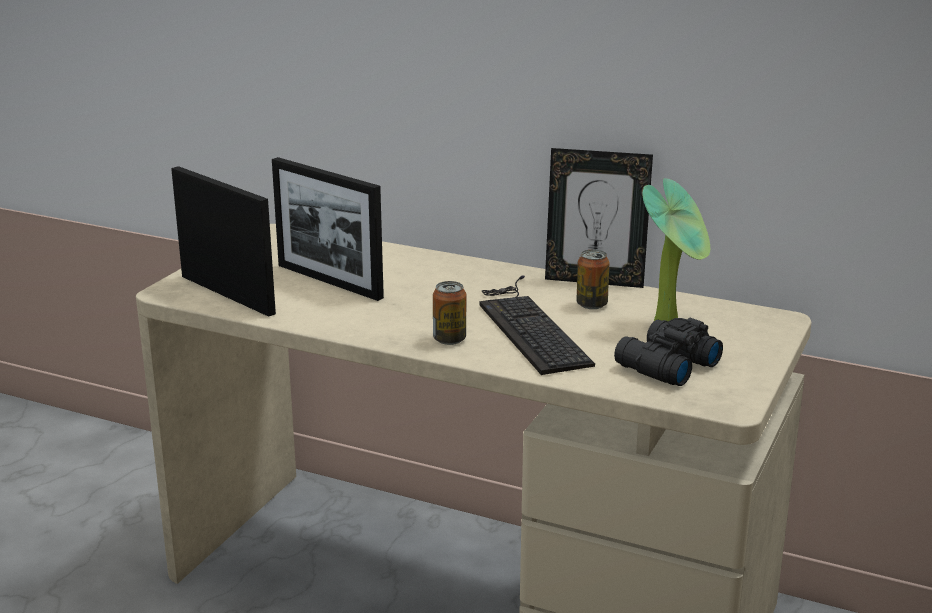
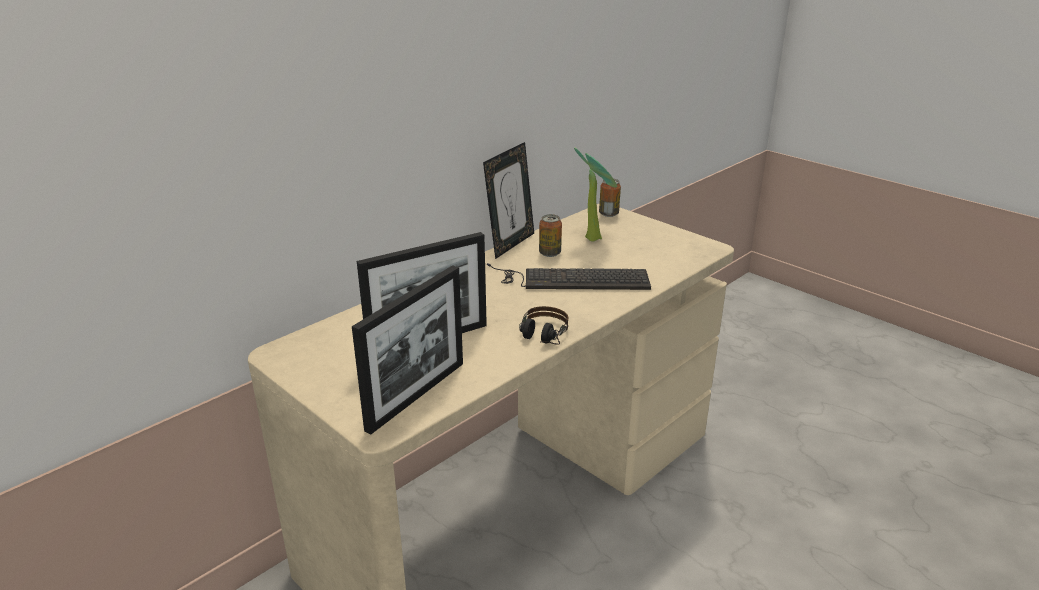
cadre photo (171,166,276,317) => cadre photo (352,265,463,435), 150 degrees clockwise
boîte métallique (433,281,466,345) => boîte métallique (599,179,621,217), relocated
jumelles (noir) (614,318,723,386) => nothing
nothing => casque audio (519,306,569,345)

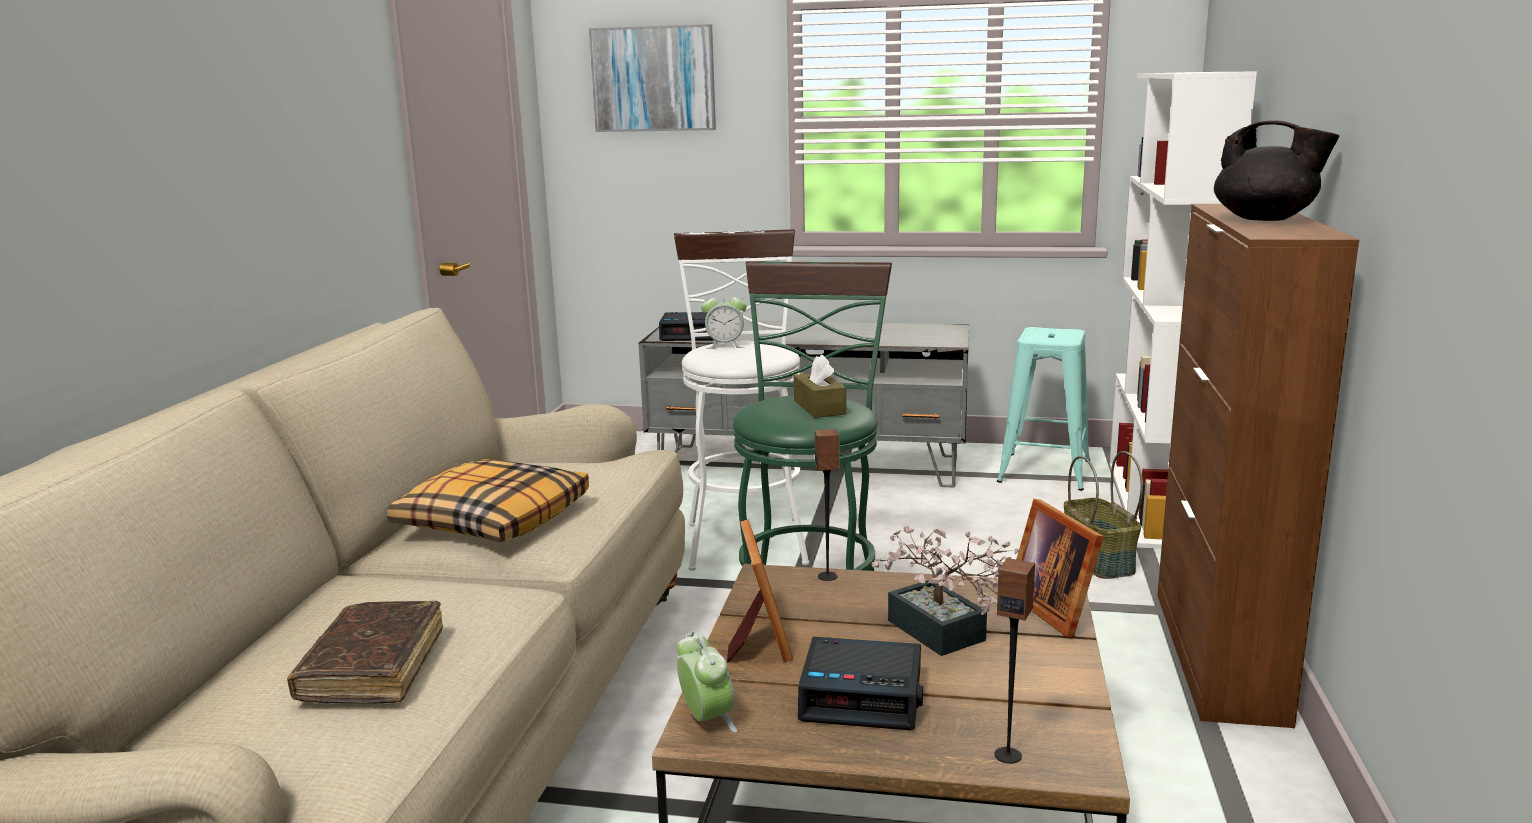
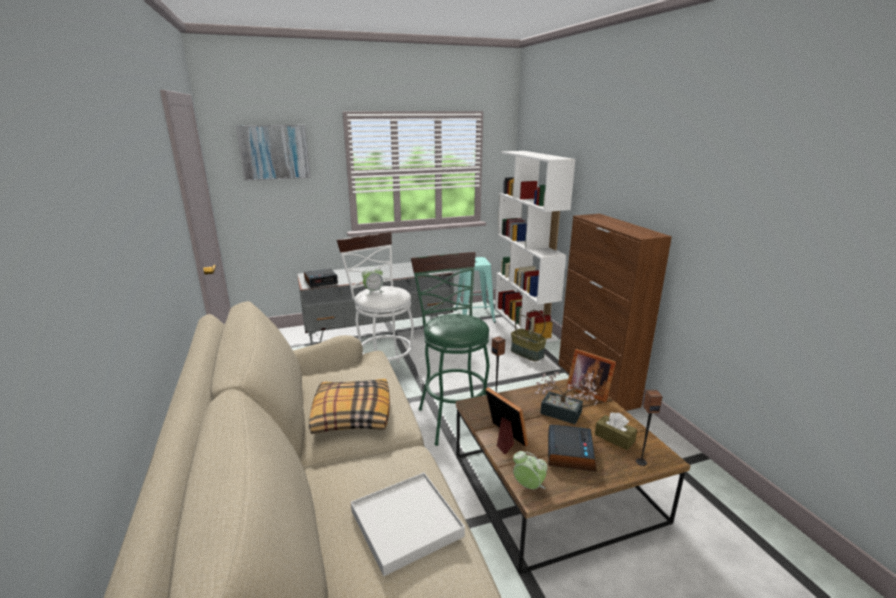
livre (marron) (287,601,443,704) => plateau (blanc) (351,473,465,576)
boîte à mouchoirs (marron) (794,354,846,418) => boîte à mouchoirs (marron) (595,413,637,450), relocated
réveil (798,637,923,730) => réveil (548,424,597,472), 60 degrees counterclockwise
théière (noir) (1214,120,1340,221) => nothing

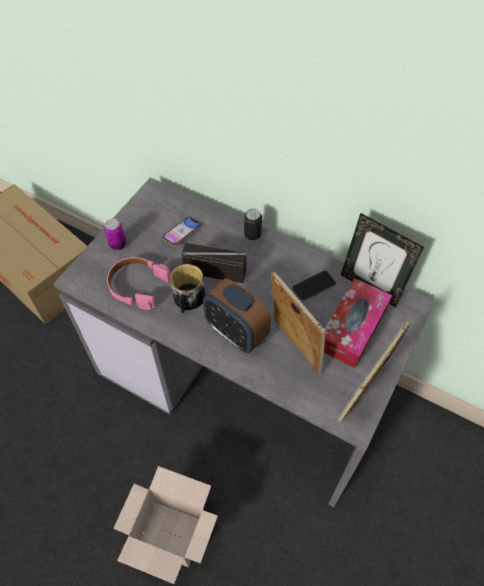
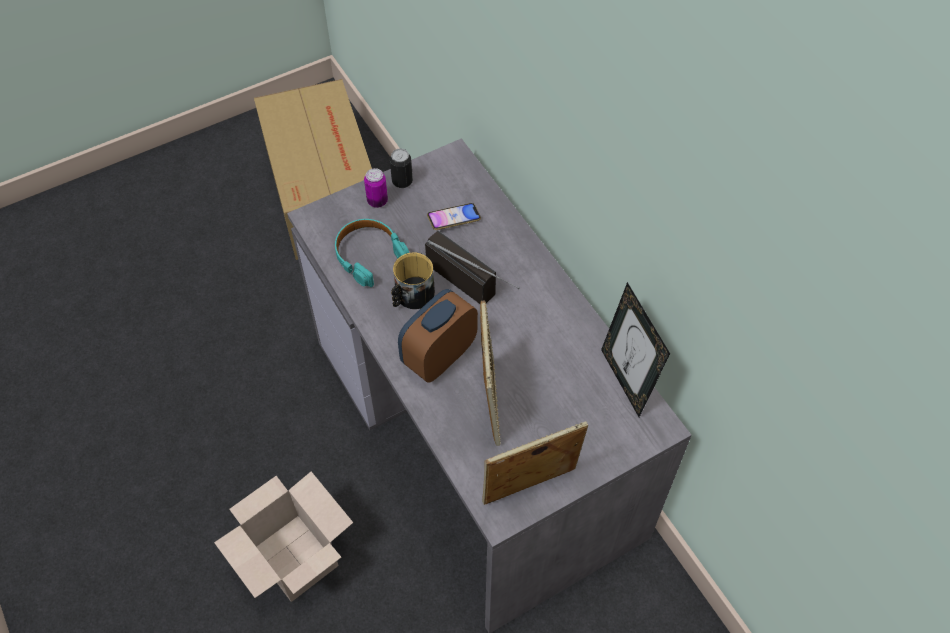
casque audio (rose) (107,257,171,310) => casque audio (turquoise) (335,219,409,287)
réveil (203,278,271,353) => réveil (398,289,478,382), 60 degrees clockwise
boîte métallique (244,208,262,240) => boîte métallique (390,149,413,188), relocated
téléphone (292,270,337,302) => nothing
boîte à mouchoirs (324,278,392,368) => nothing

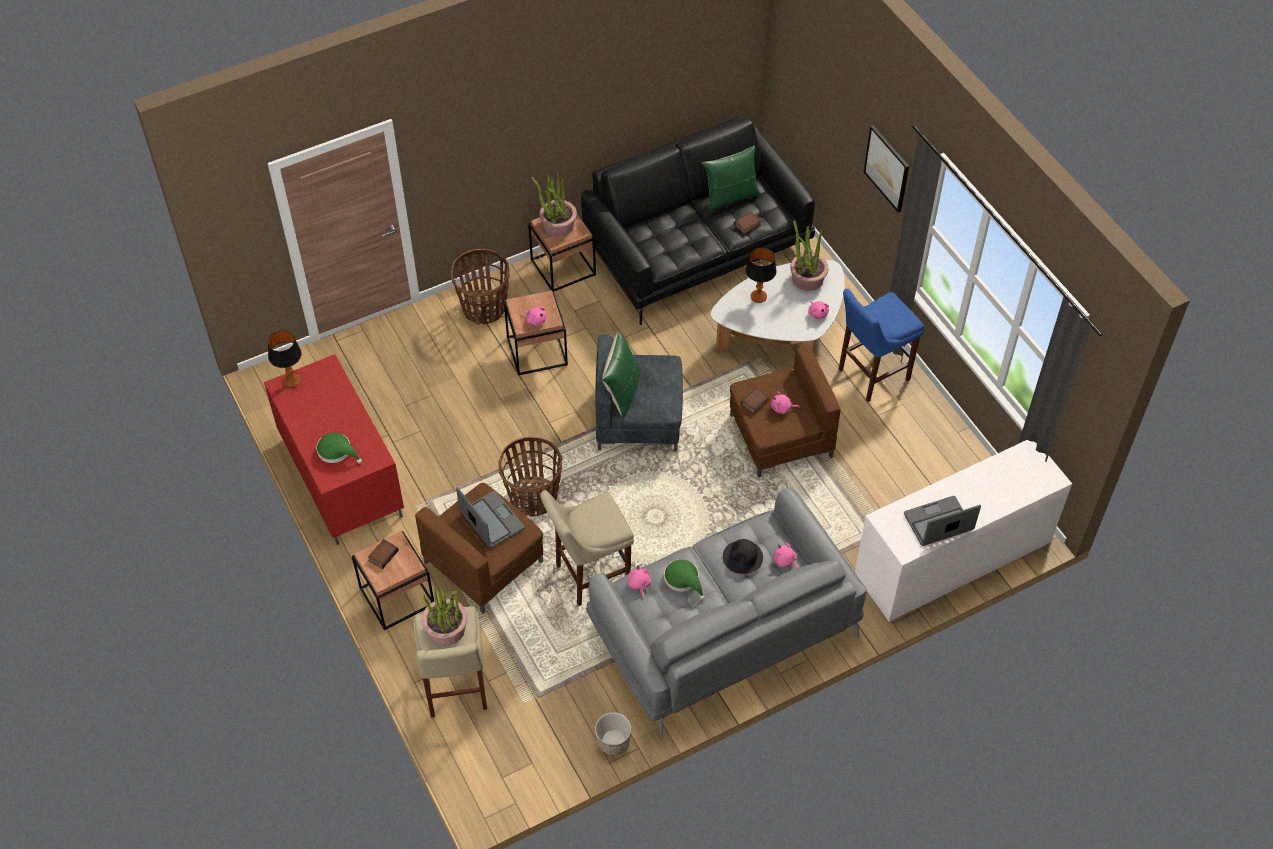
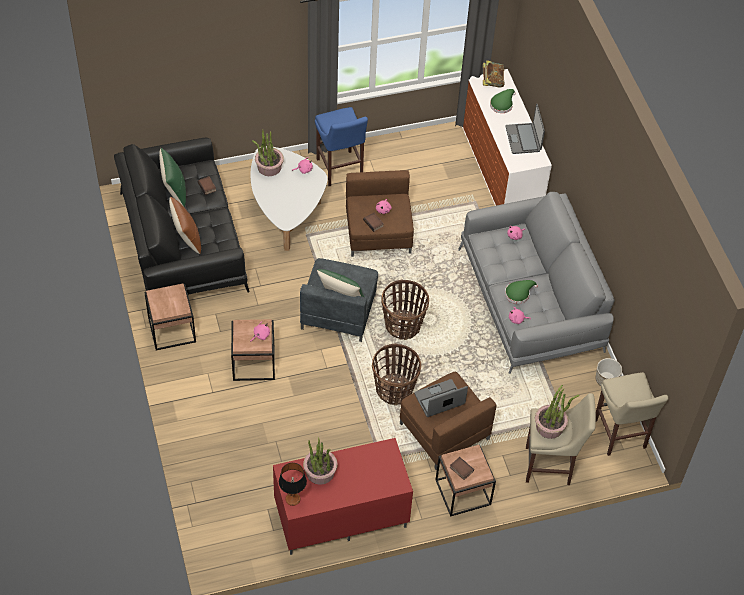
chapeau (vert) (316,432,362,464) => chapeau (vert) (490,89,516,113), relocated
panier (451,249,509,325) => panier (381,279,429,340), relocated
plante en pot (531,173,577,237) => plante en pot (303,437,338,485), relocated
tabouret (beige) (540,490,634,606) => tabouret (beige) (596,372,668,456), relocated
chapeau (noir) (723,539,763,574) => nothing
lampe de table (746,247,777,303) => nothing
tableau (864,125,909,213) => nothing
nothing => coussin (marron) (169,197,201,254)
nothing => livre (483,60,504,88)

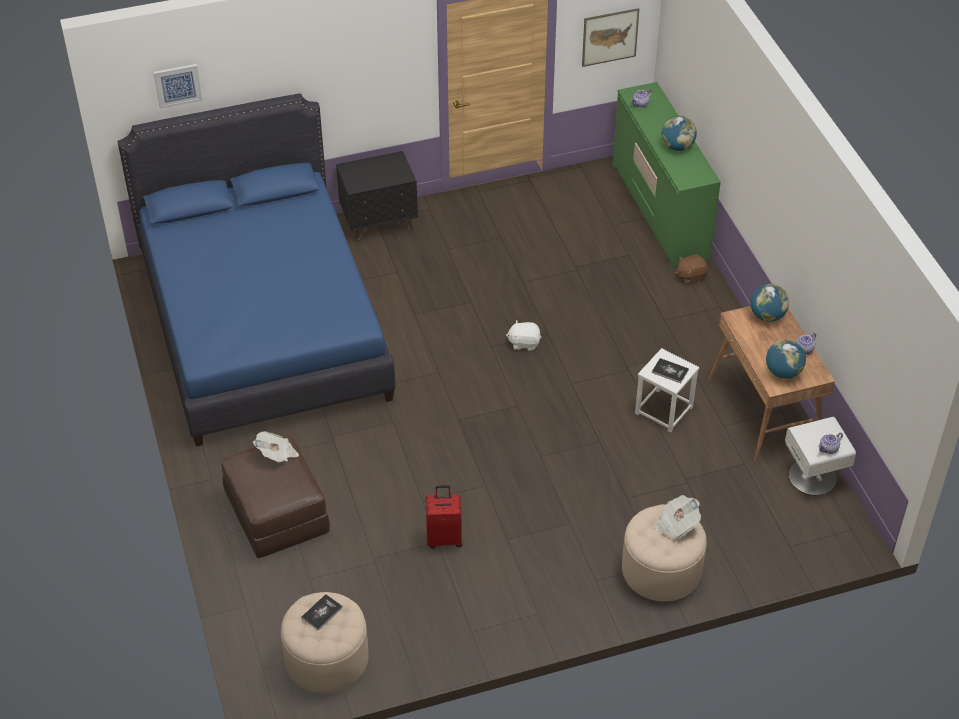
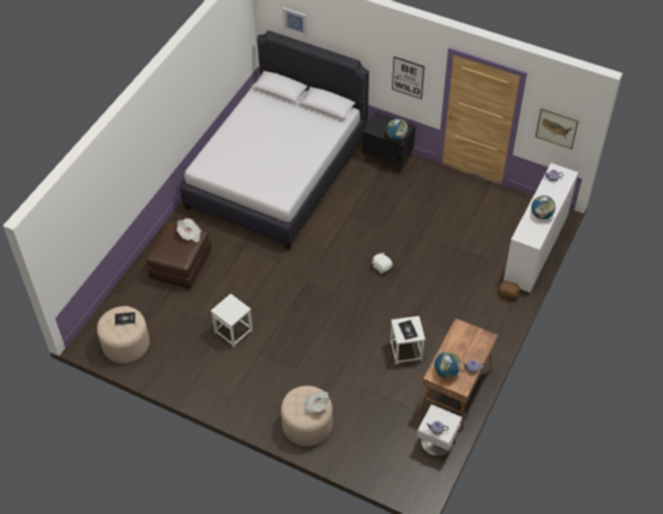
lit (bleu) (118,93,395,447) => lit (blanc) (180,30,369,250)
valise (rouge) (426,485,462,548) => tabouret (blanc) (211,294,253,347)
commode (vert) (613,82,721,268) => commode (blanc) (503,163,578,293)
globe (750,284,789,322) => globe (387,118,408,140), relocated
nothing => tableau (392,57,425,99)

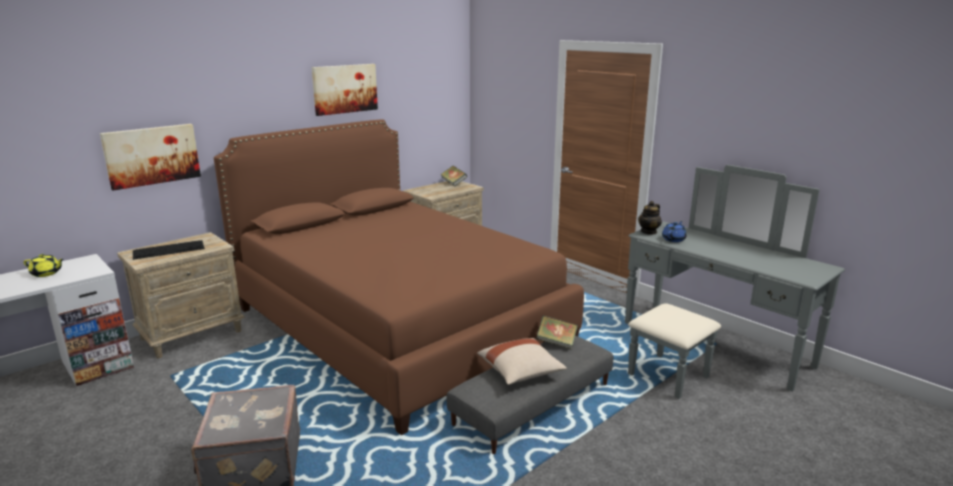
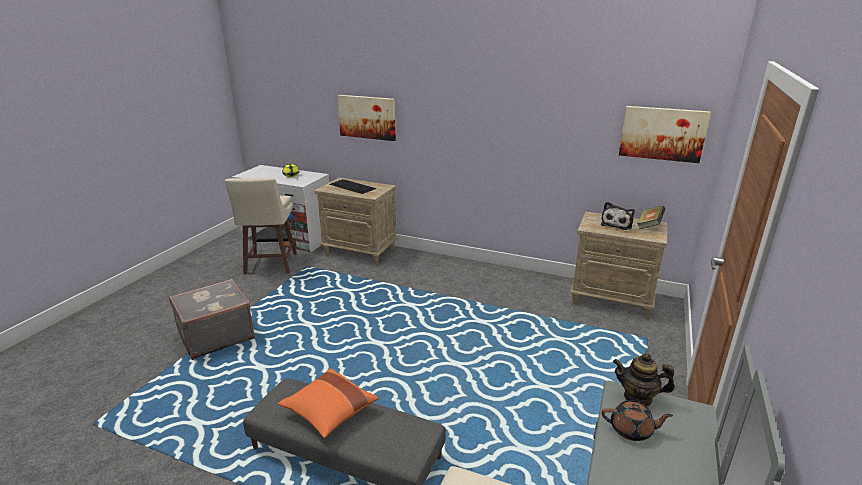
lit (marron) (214,120,584,435) => nothing
tableau (312,64,378,116) => tableau (619,106,711,163), relocated
coussin (beige) (477,338,567,385) => coussin (orange) (278,368,378,438)
livre (536,315,578,349) => nothing
théière (bleu) (662,221,687,242) => théière (marron) (601,400,673,441)
nothing => tabouret (beige) (225,178,297,275)
nothing => peluche (601,202,635,230)

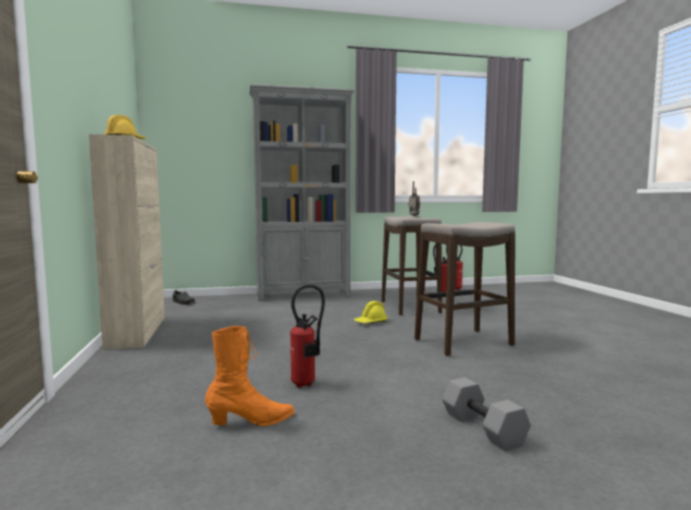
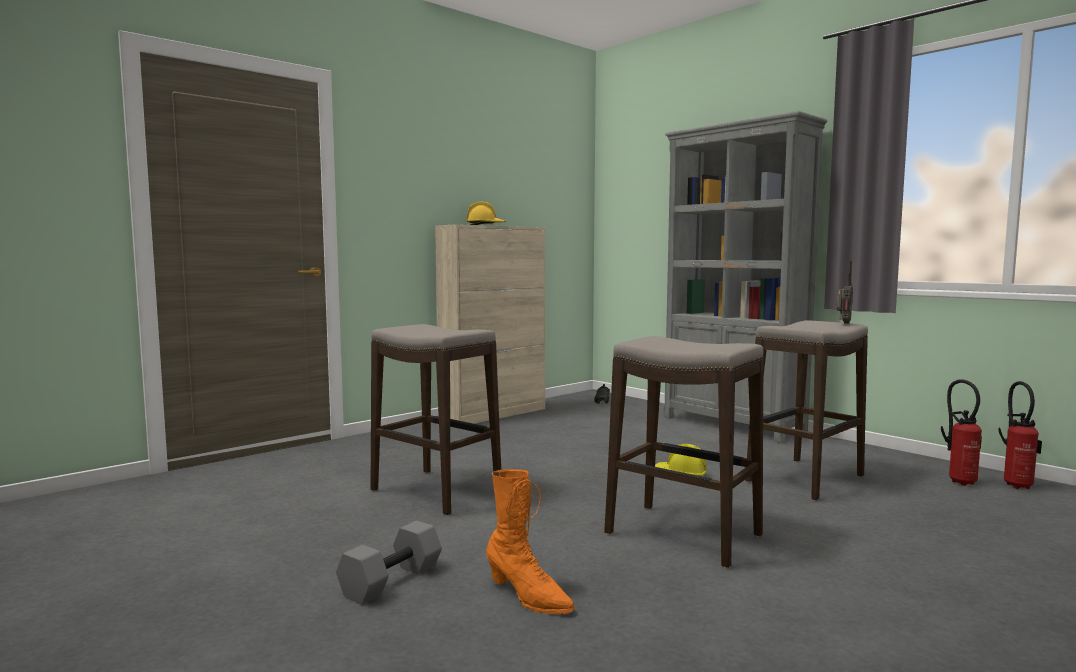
botte (orange) (205,326,295,426) => botte (orange) (486,469,574,614), relocated
extincteur (290,284,325,388) => tabouret (370,324,501,515)

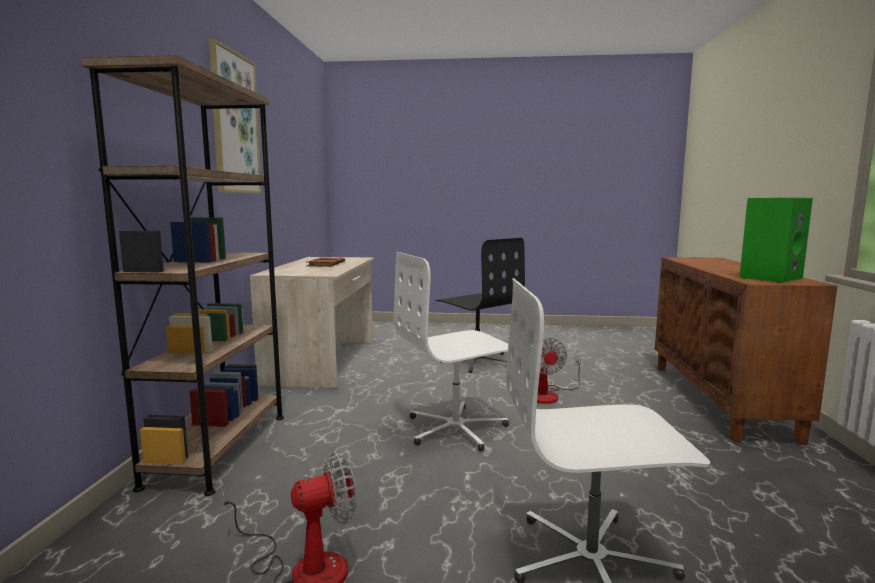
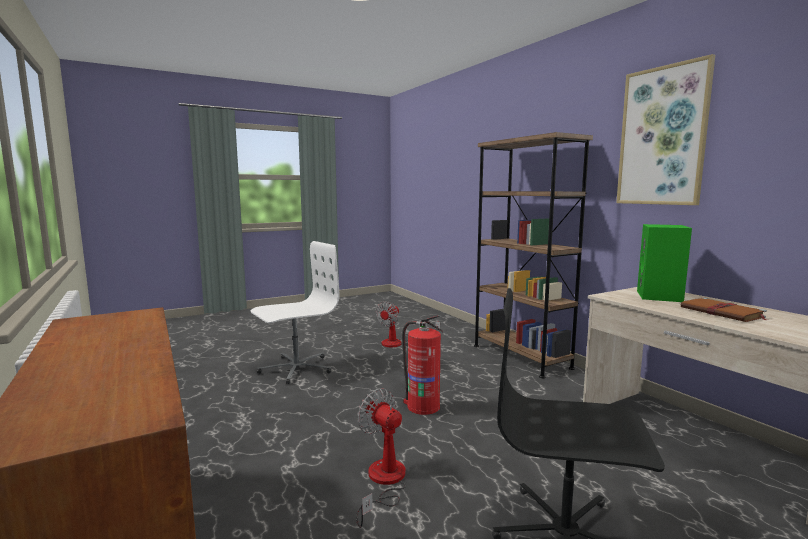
chaise de bureau (blanc) (394,252,509,451) => extincteur (402,316,444,415)
enceinte (vert) (739,198,813,283) => enceinte (vert) (637,224,692,302), relocated

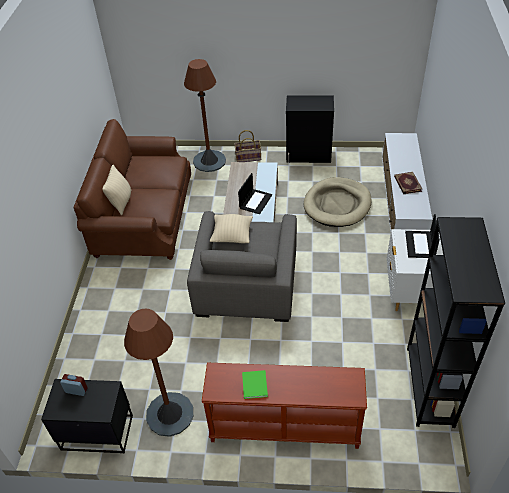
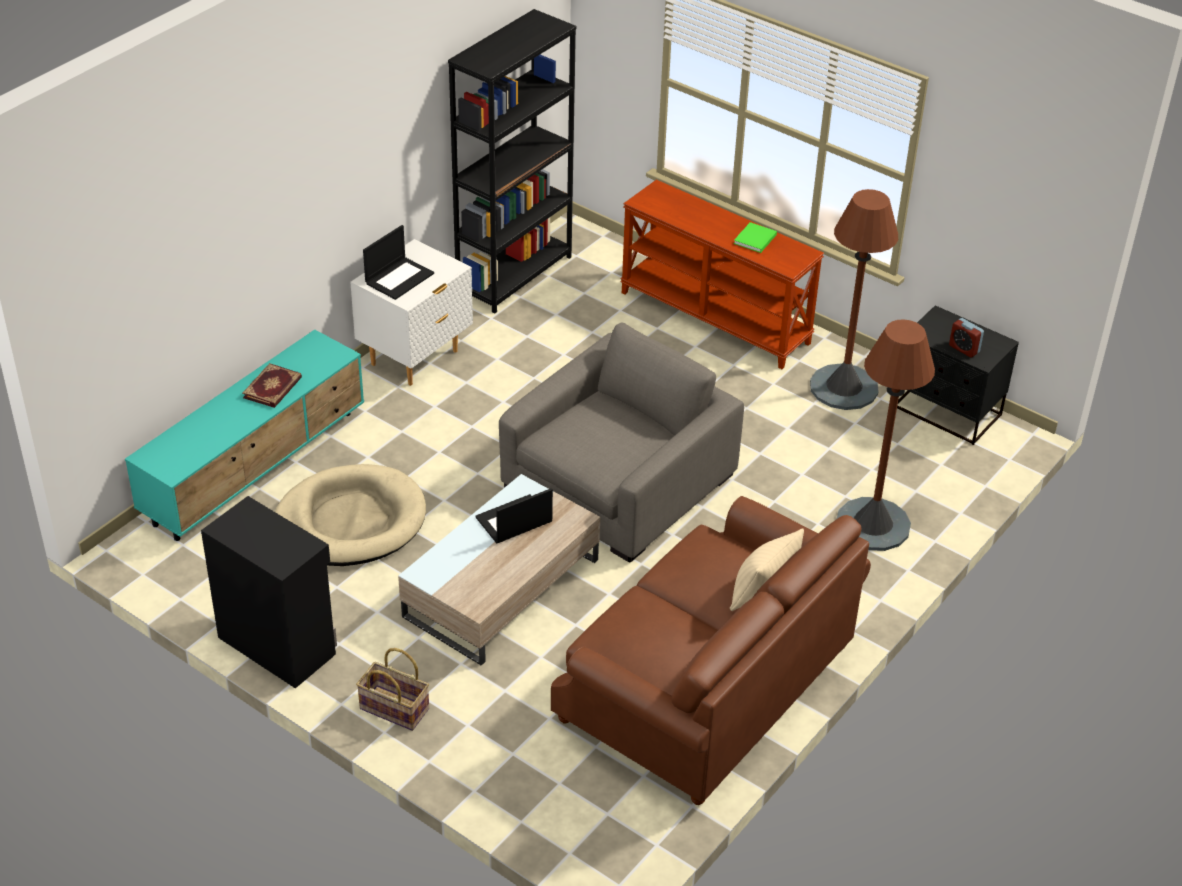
lampadaire (marron) (184,59,226,172) => lampadaire (marron) (837,319,935,551), relocated
coussin (beige) (210,214,253,243) => nothing
meuble télé (blanc) (382,133,433,232) => meuble télé (turquoise) (125,330,364,541)

